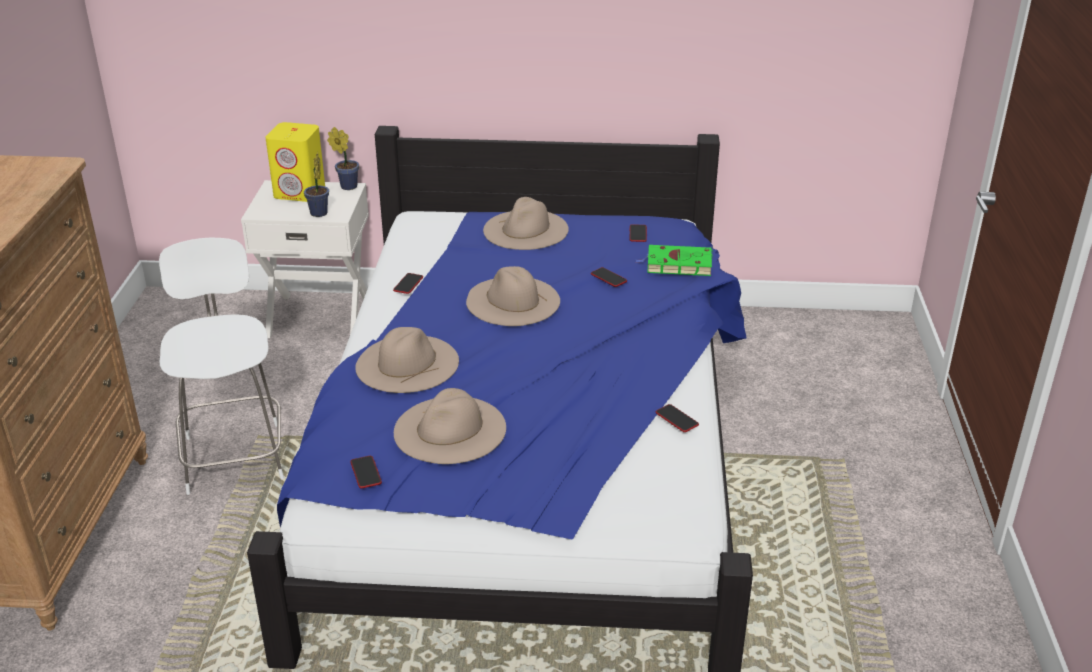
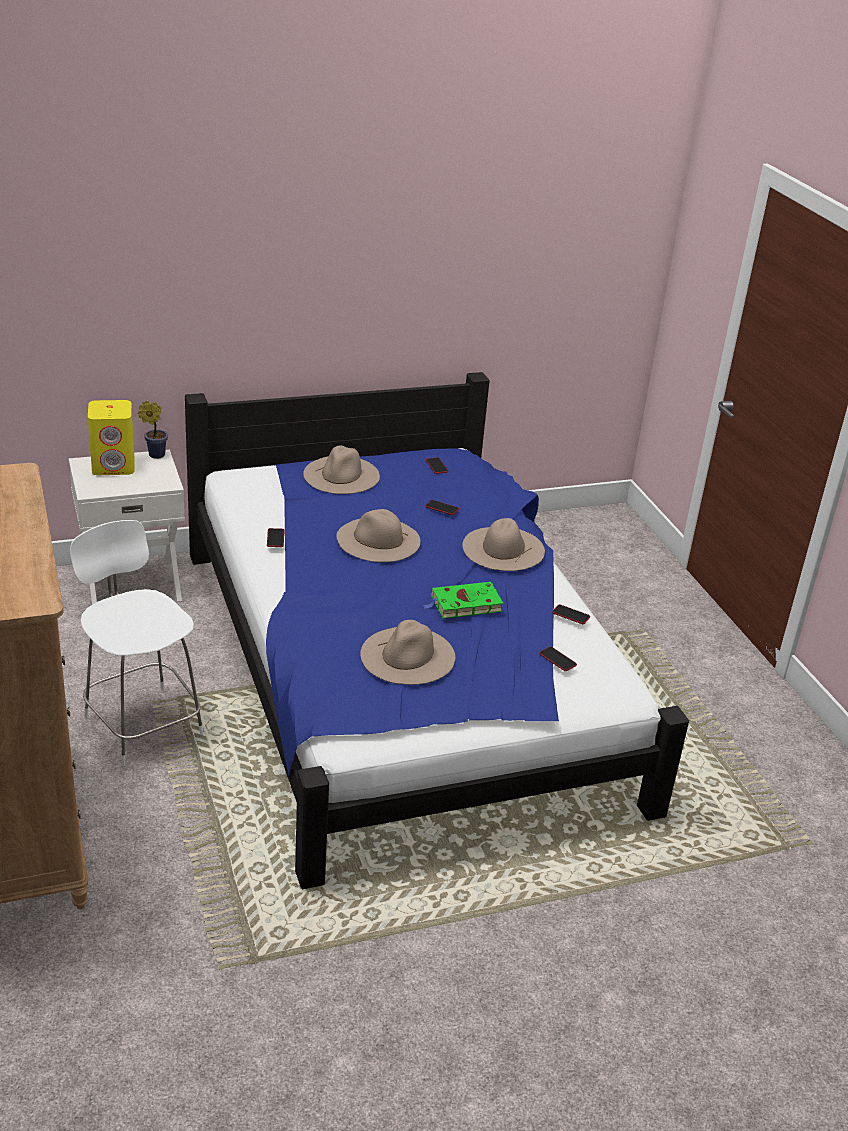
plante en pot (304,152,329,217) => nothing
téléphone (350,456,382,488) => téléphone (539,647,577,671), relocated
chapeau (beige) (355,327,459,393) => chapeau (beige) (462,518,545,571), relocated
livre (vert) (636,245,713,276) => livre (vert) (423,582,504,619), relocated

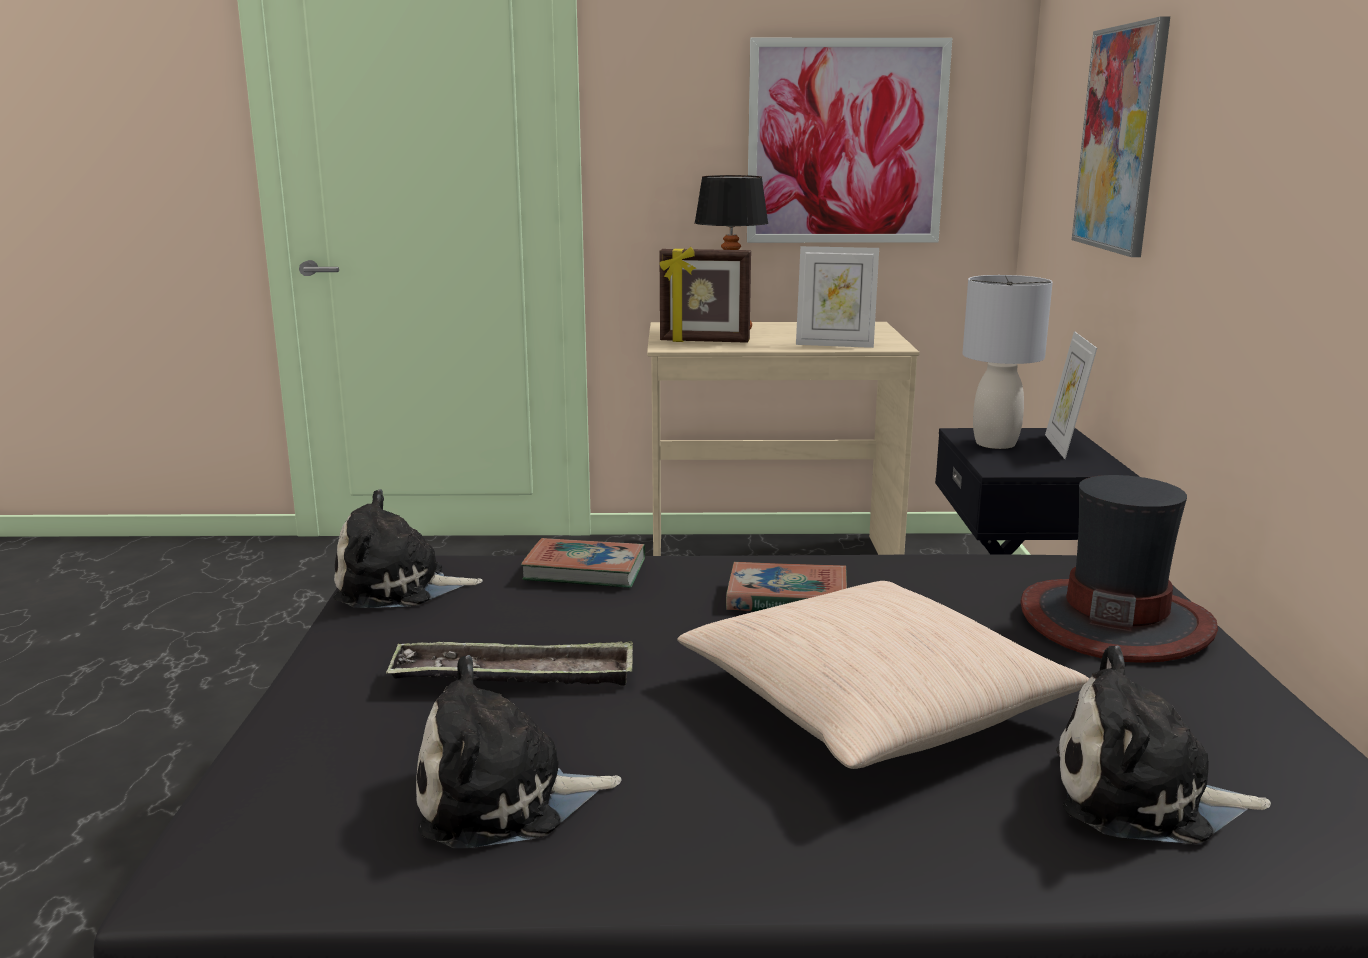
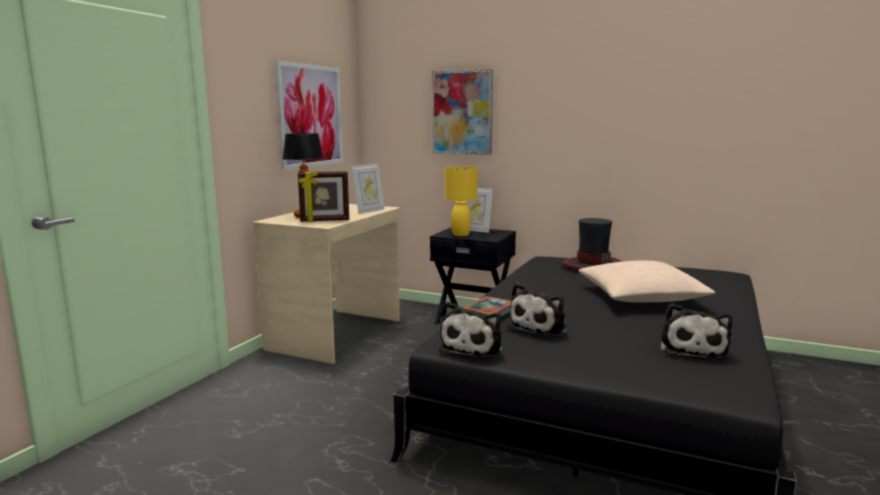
plateau (386,641,633,686) => nothing
cadre photo (659,247,751,343) => cadre photo (298,171,349,222), 45 degrees clockwise
livre (726,562,847,611) => nothing
lampe de table (gris) (962,275,1053,449) => lampe de table (jaune) (445,166,478,236)
peluche (1056,646,1271,844) => peluche (507,283,569,337), relocated

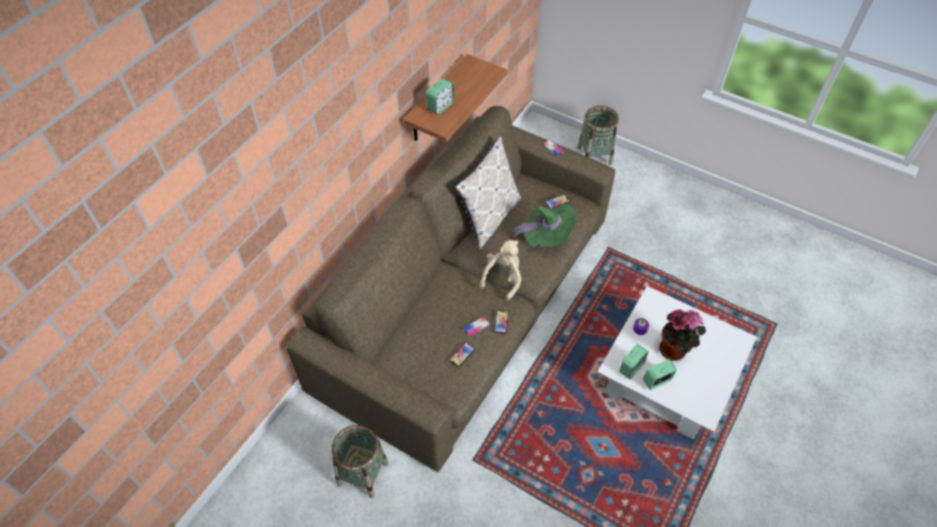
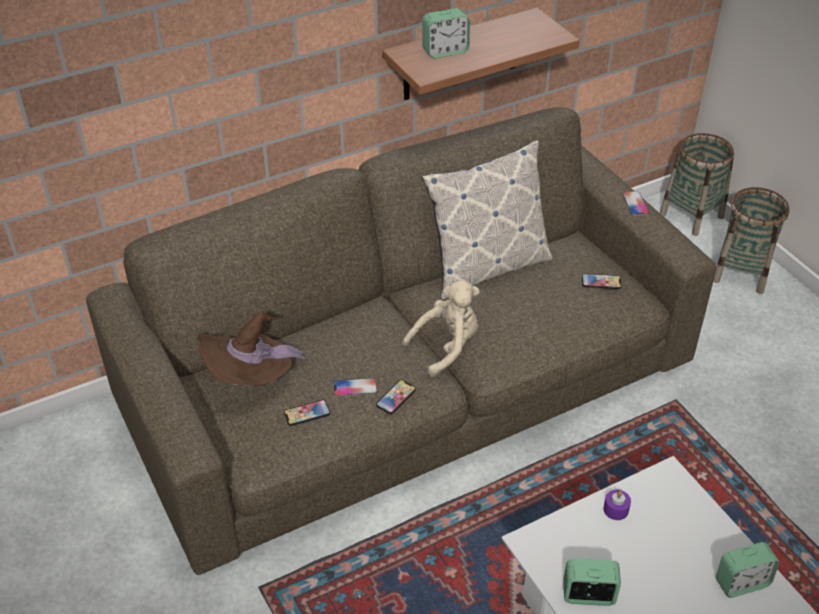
panier (332,425,388,498) => panier (660,133,734,236), relocated
chapeau (vert) (513,204,577,248) => nothing
réveil (619,344,649,379) => réveil (716,542,780,598), relocated
plante en pot (660,309,706,361) => nothing
nothing => chapeau (marron) (196,312,311,387)

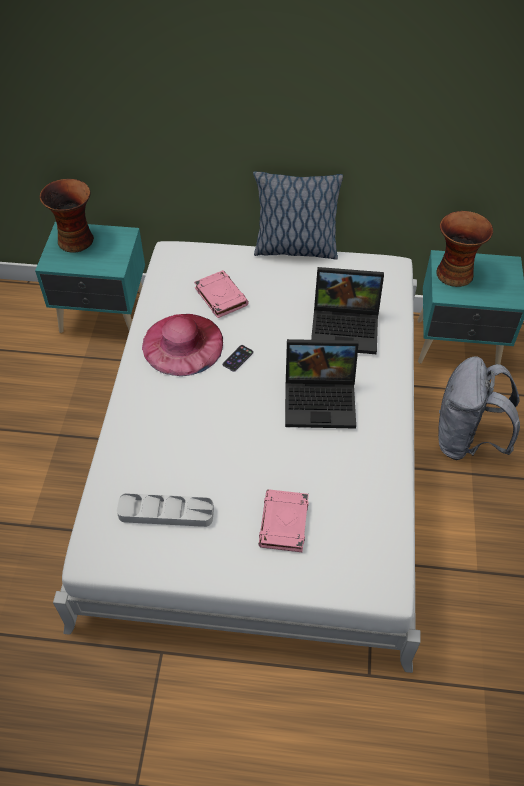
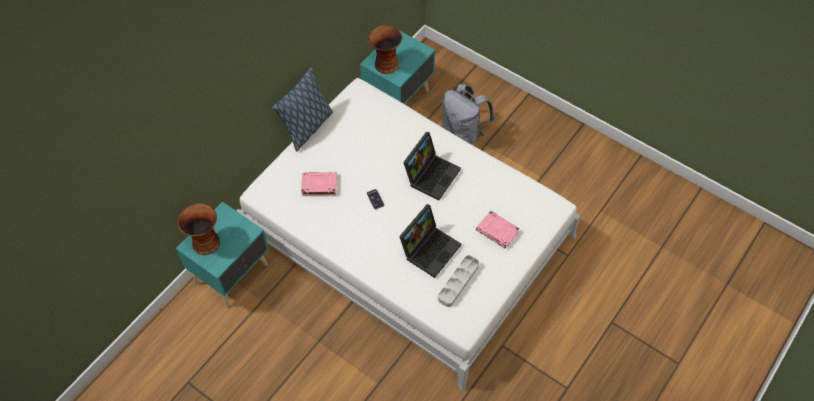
chapeau (rose) (142,314,223,376) => nothing
ordinateur portable (311,267,384,354) => ordinateur portable (399,204,461,278), relocated

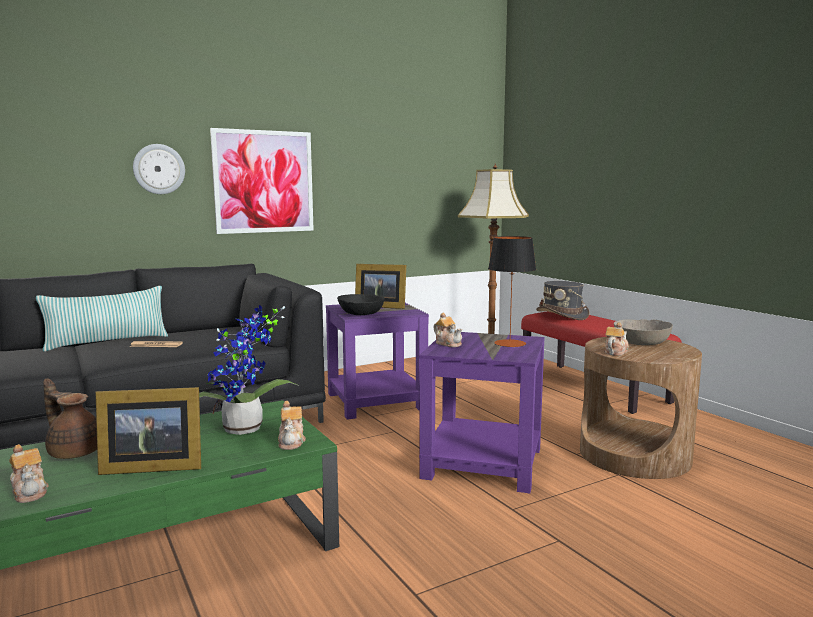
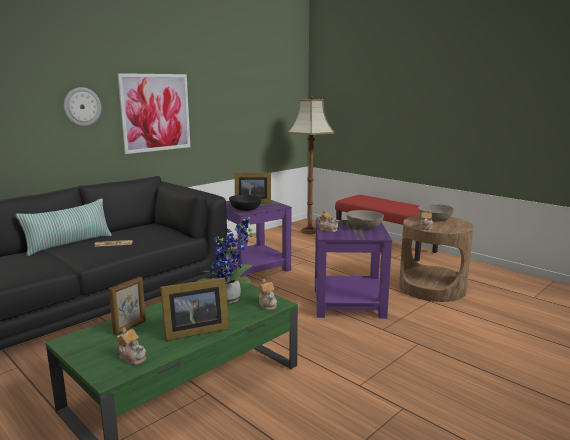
théière (marron) (43,379,97,459) => cadre photo (109,277,146,335)
lampe de table (488,236,536,347) => bol (gris) (346,210,384,229)
chapeau (gris) (536,281,589,320) => nothing

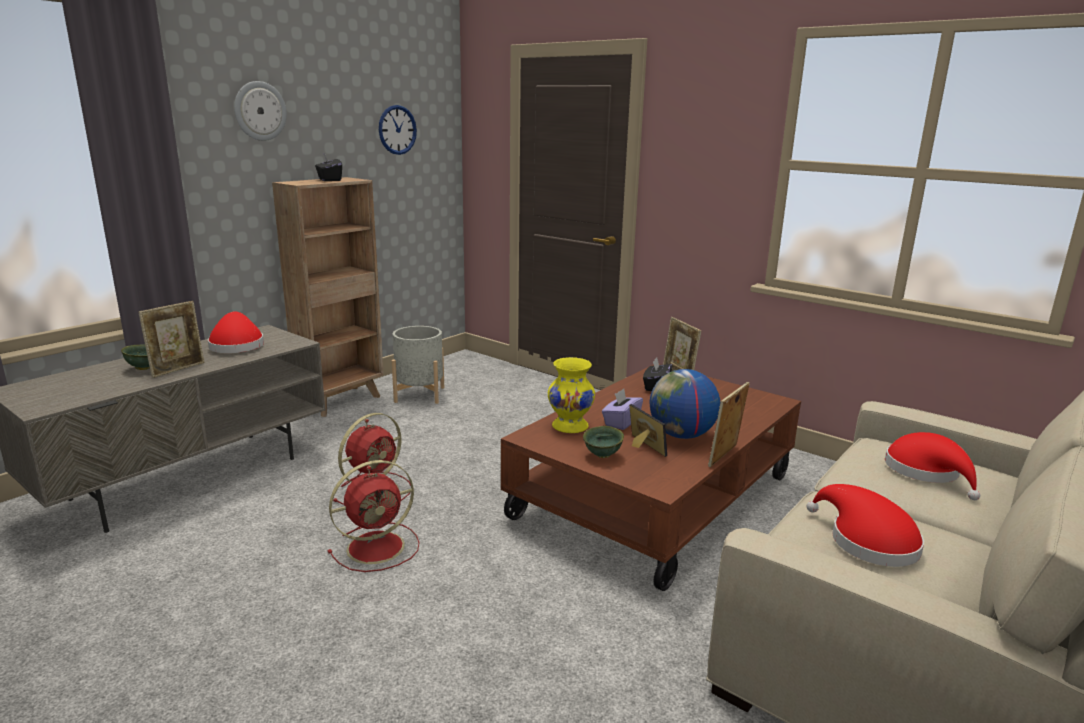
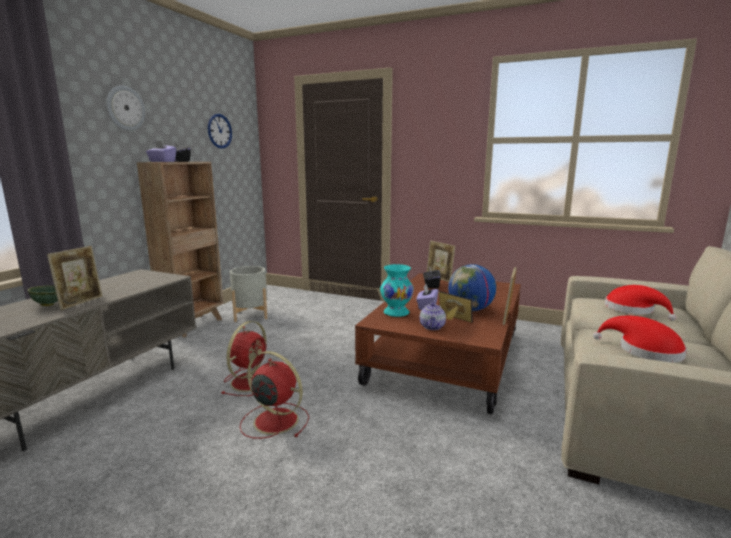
chapeau (rouge) (208,312,264,353) => nothing
ventilateur (rouge) (328,460,420,572) => ventilateur (rouge) (240,351,309,439), 105 degrees counterclockwise
vase (jaune) (548,357,595,433) => vase (turquoise) (380,264,414,317)
bol (vert) (583,426,624,458) => théière (419,302,446,330)
nothing => boîte à mouchoirs (violet) (146,141,177,162)

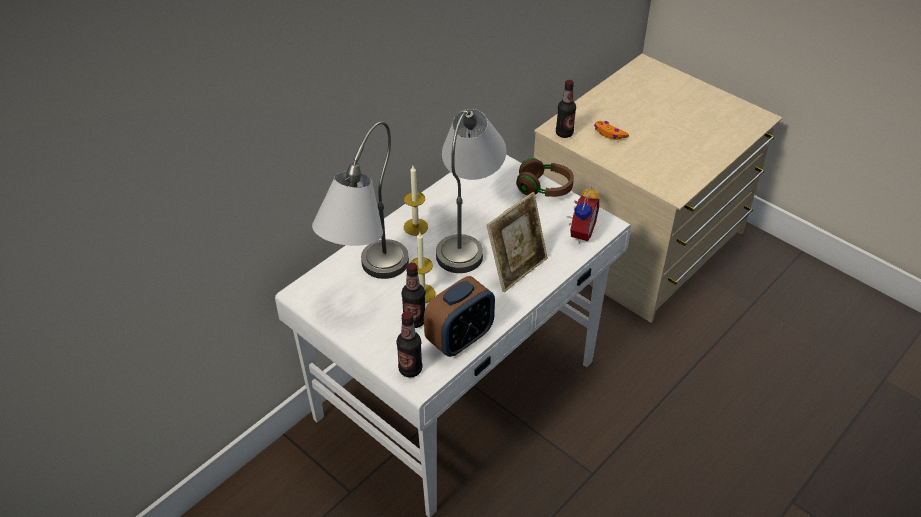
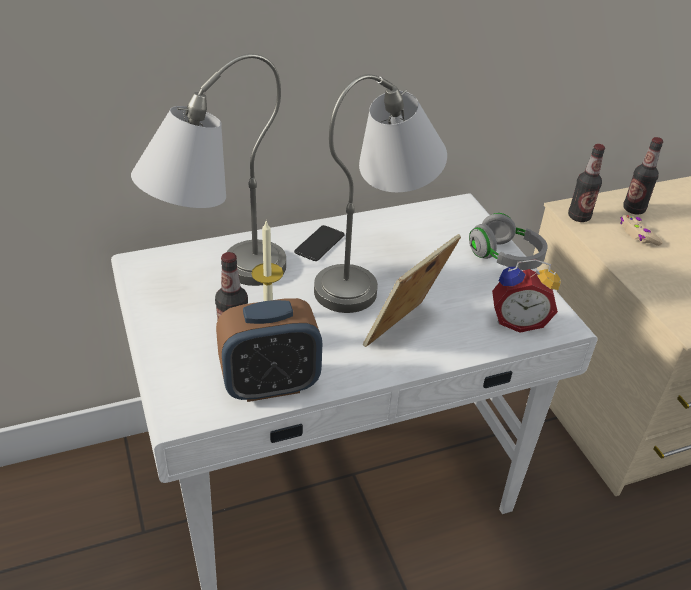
bouteille (396,311,422,377) => bouteille (623,137,663,215), relocated
bougie (403,166,428,236) => téléphone (294,225,345,261)
cadre photo (487,192,548,292) => cadre photo (363,234,461,347), 150 degrees clockwise
casque audio (marron) (516,158,574,197) => casque audio (gris) (469,213,548,270)
réveil (567,186,600,243) => réveil (492,259,561,333), 45 degrees clockwise
manette (orange) (594,121,629,140) => manette (beige) (620,215,663,246)

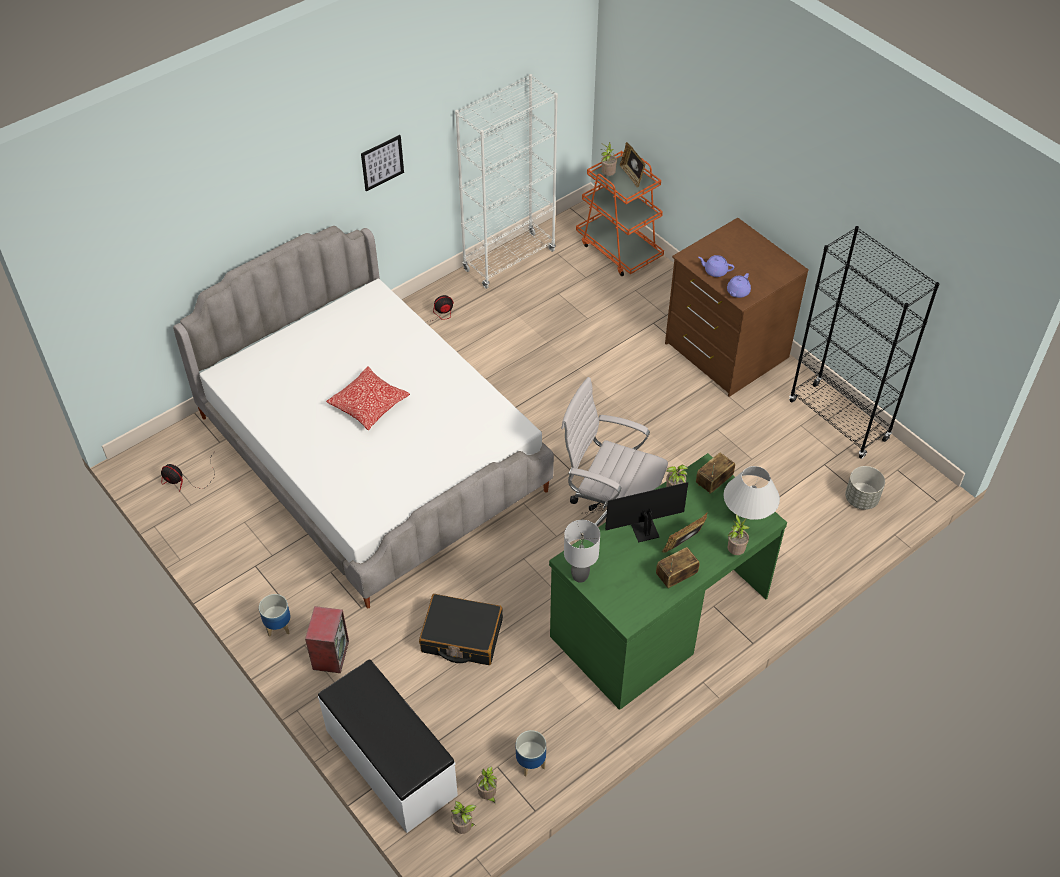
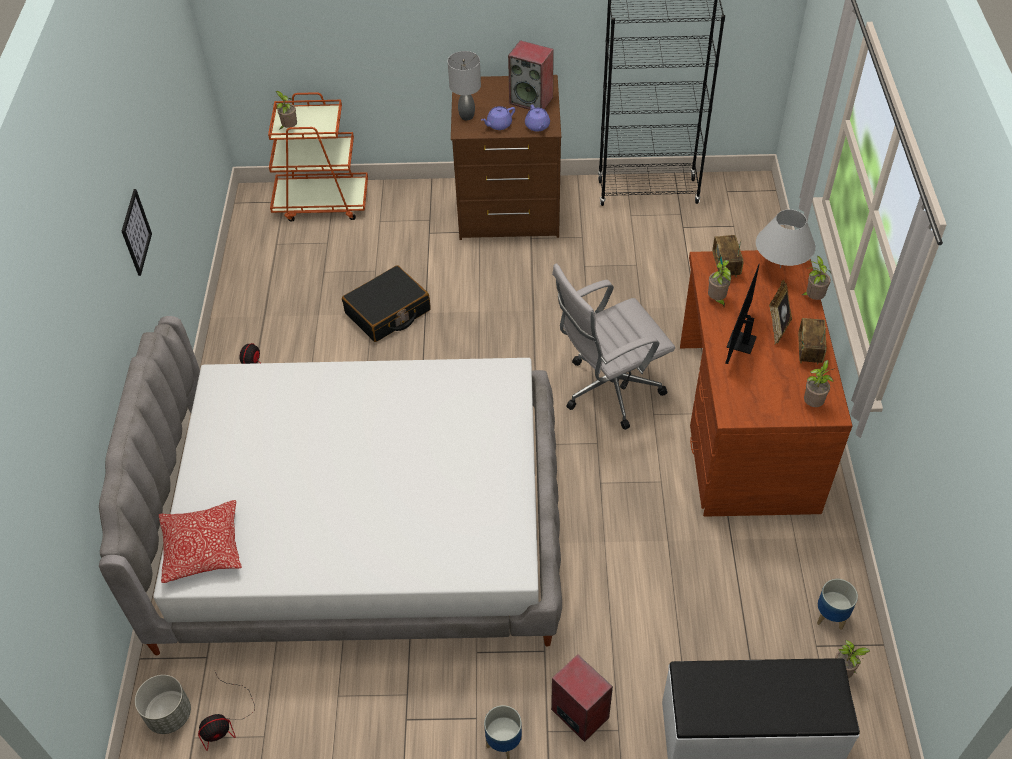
coussin (326,367,410,430) => coussin (159,500,242,583), relocated
valise (noir) (419,594,503,665) => valise (noir) (342,265,431,342), relocated
plante en pot (451,801,476,834) => plante en pot (804,360,835,407), relocated
bibliothèque (blanc) (455,74,558,289) => nothing
bureau (vert) (549,453,787,710) => bureau (marron) (680,250,852,517)
lampe de table (gris) (564,520,600,583) => lampe de table (gris) (448,51,481,120), relocated
cadre photo (620,142,646,188) => nothing
cache-pot (gris) (845,466,885,510) => cache-pot (gris) (135,675,191,734), relocated
nothing => enceinte (508,40,554,110)

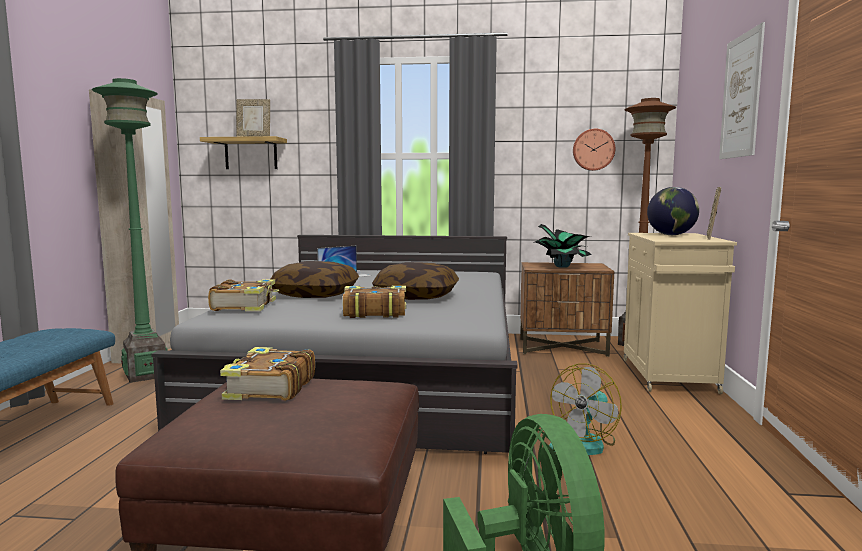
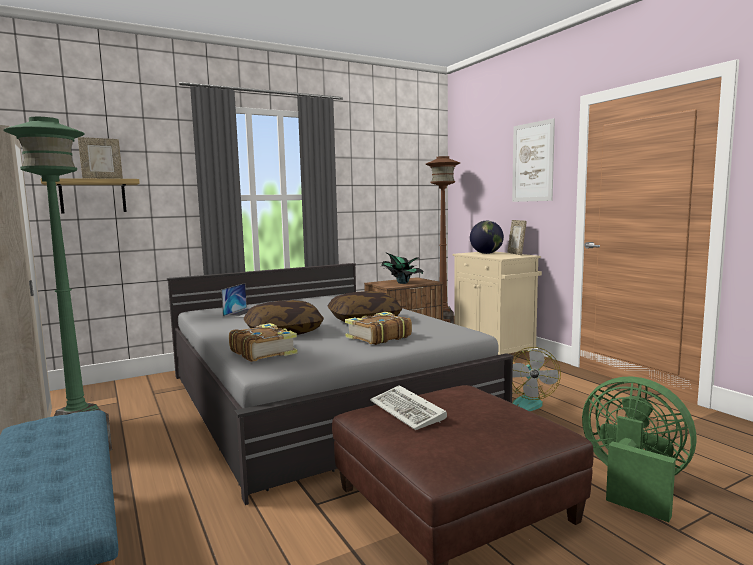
livre (220,347,315,400) => clavier (370,385,447,430)
horloge murale (573,129,615,171) => nothing

